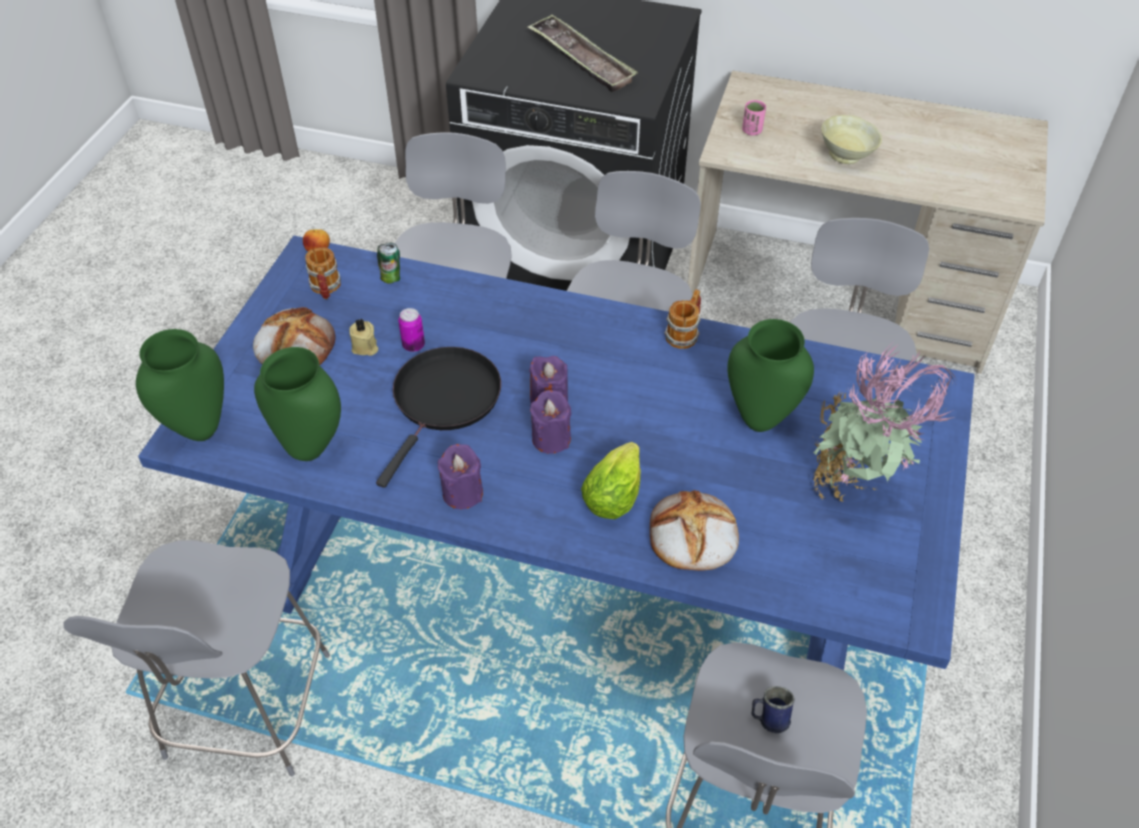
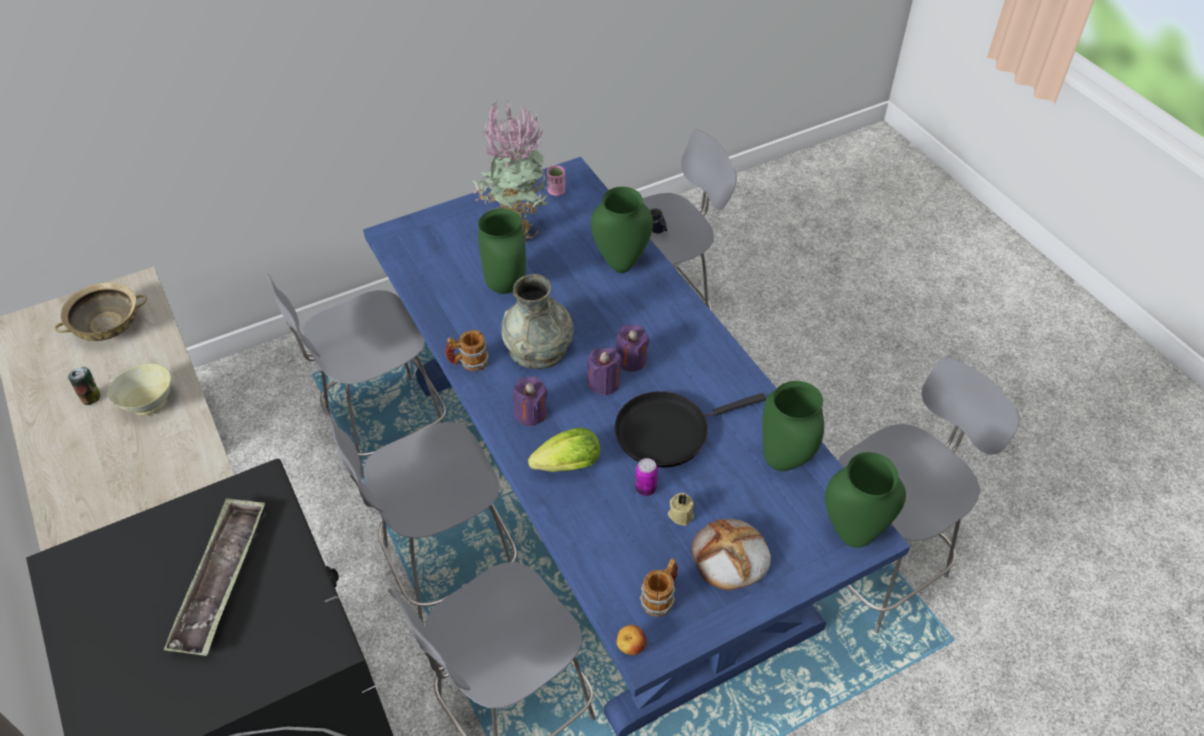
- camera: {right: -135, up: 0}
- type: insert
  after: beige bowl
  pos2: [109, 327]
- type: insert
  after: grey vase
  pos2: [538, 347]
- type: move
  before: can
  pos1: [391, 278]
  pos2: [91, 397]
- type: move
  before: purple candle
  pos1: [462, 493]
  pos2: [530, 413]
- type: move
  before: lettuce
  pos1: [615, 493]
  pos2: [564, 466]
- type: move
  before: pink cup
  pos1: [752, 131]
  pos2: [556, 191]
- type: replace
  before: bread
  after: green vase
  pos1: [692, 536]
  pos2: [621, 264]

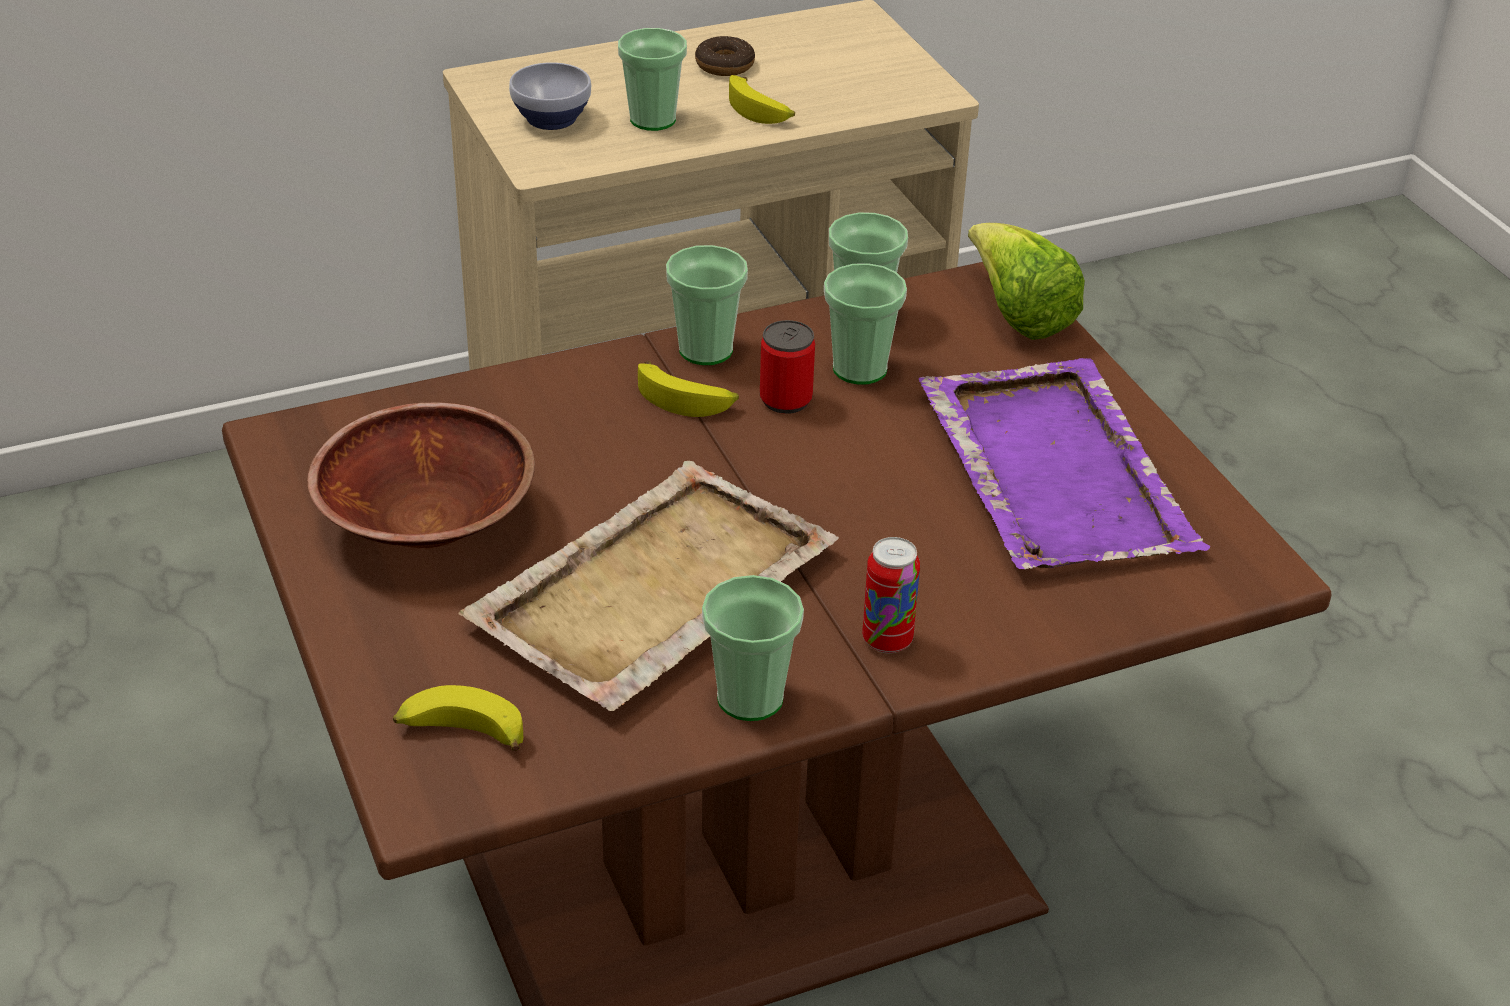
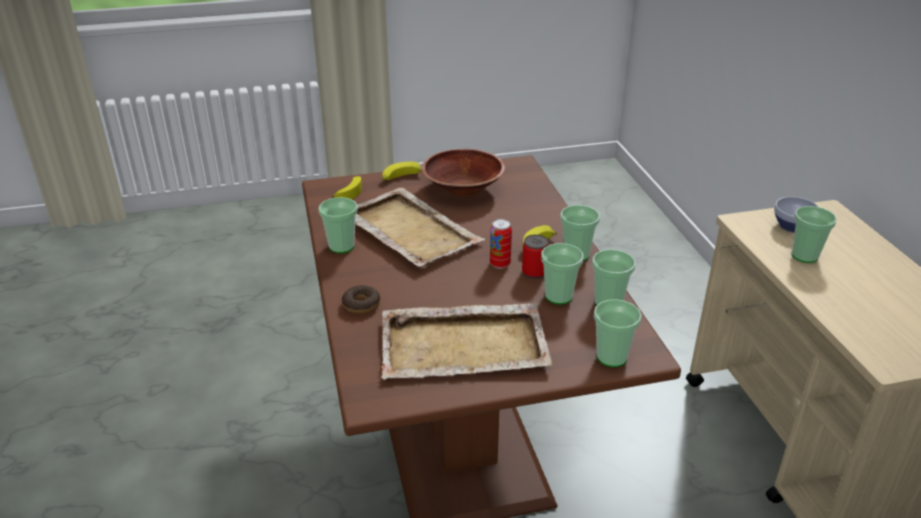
- camera: {right: 100, up: -5}
- type: move
  before: donut
  pos1: [724, 65]
  pos2: [361, 304]
- type: move
  before: banana
  pos1: [760, 110]
  pos2: [400, 178]
- type: move
  before: can
  pos1: [887, 640]
  pos2: [500, 264]
- type: replace
  before: lettuce
  after: cup
  pos1: [1018, 314]
  pos2: [611, 357]
- type: recolor
  before: purple tray
  after: beige tray
  pos1: [1054, 470]
  pos2: [465, 345]

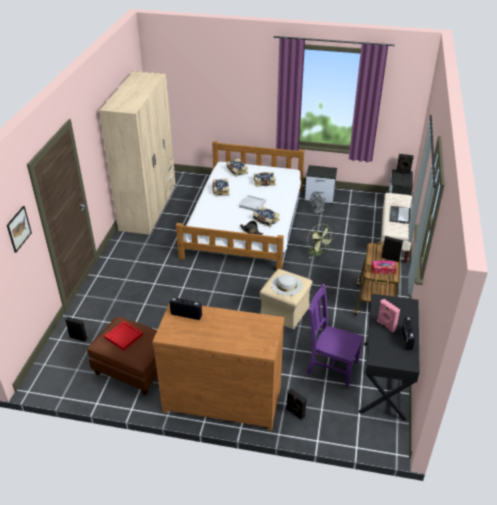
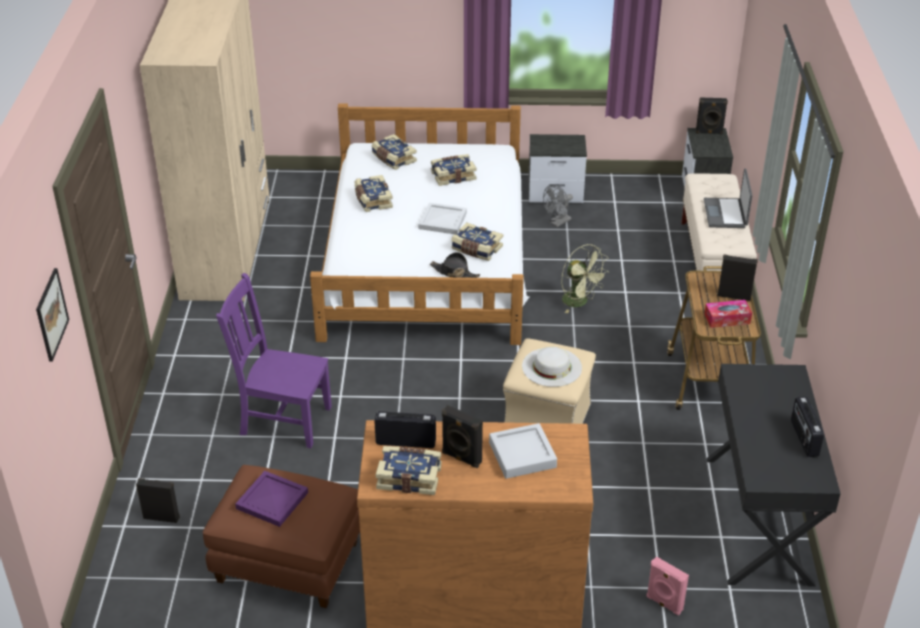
- camera: {right: -10, up: 0}
- type: insert
  after: book
  pos2: [409, 477]
- type: insert
  after: grey tray
  pos2: [522, 455]
- type: move
  before: black speaker
  pos1: [295, 413]
  pos2: [461, 458]
- type: move
  before: purple chair
  pos1: [330, 366]
  pos2: [282, 419]
- type: move
  before: pink speaker
  pos1: [385, 326]
  pos2: [664, 604]
- type: recolor
  before: red tray
  after: purple tray
  pos1: [124, 336]
  pos2: [273, 500]

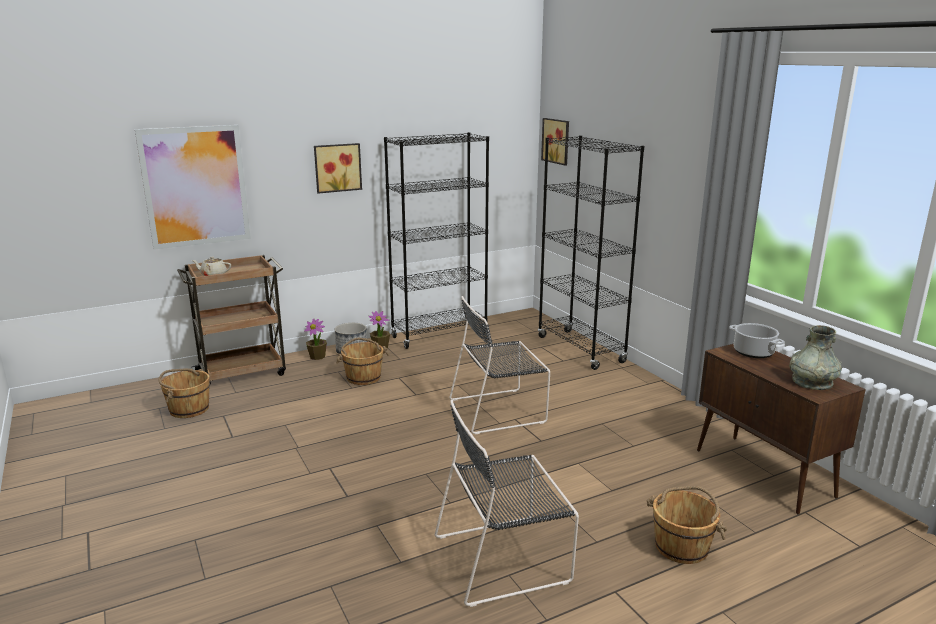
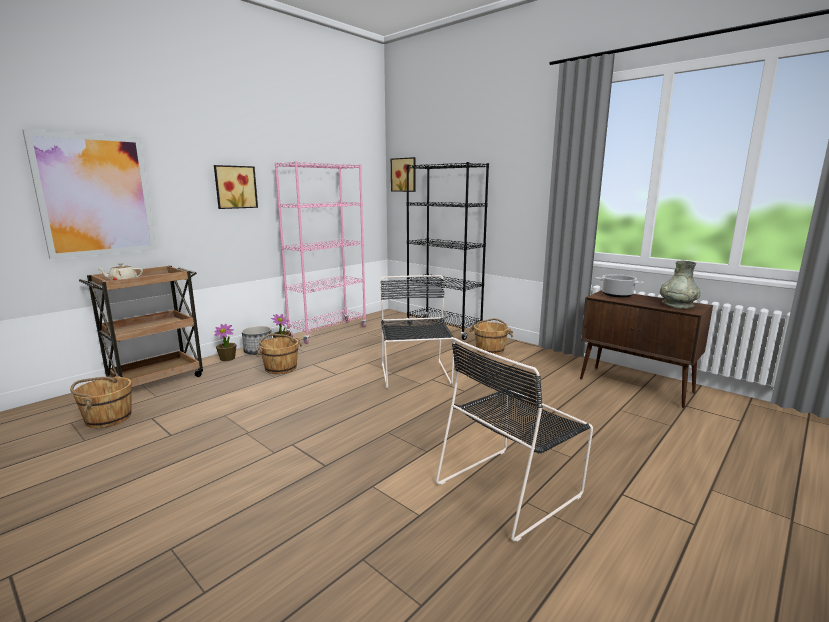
- camera: {right: -20, up: -5}
- type: move
  before: brown bucket
  pos1: [682, 546]
  pos2: [490, 349]
- type: recolor
  before: black bookcase
  after: pink bookcase
  pos1: [439, 335]
  pos2: [328, 332]
- type: rotate
  before: black chair
  pos1: [500, 410]
  pos2: [415, 375]
  turn: 120

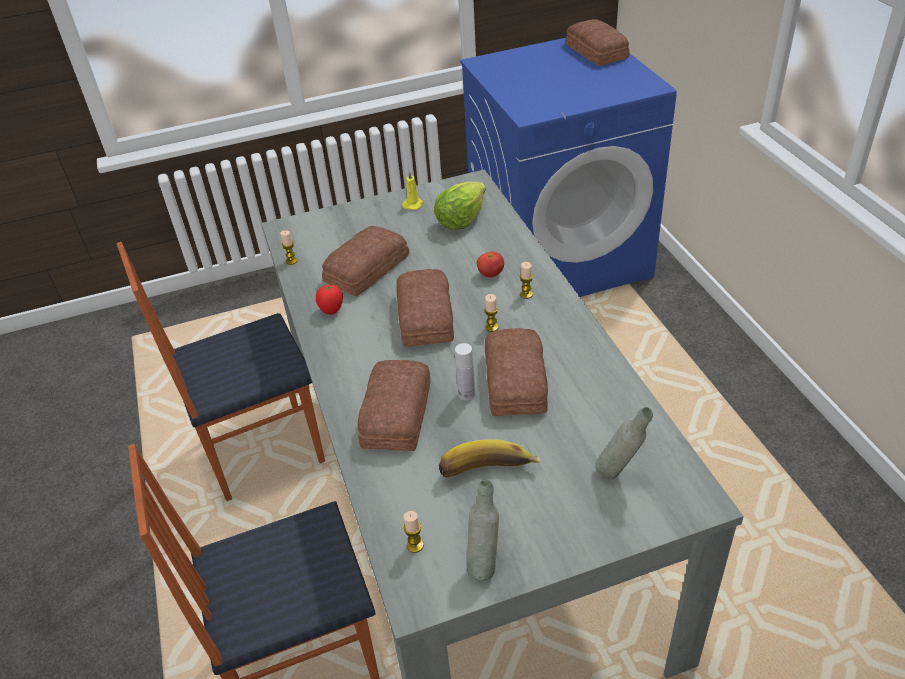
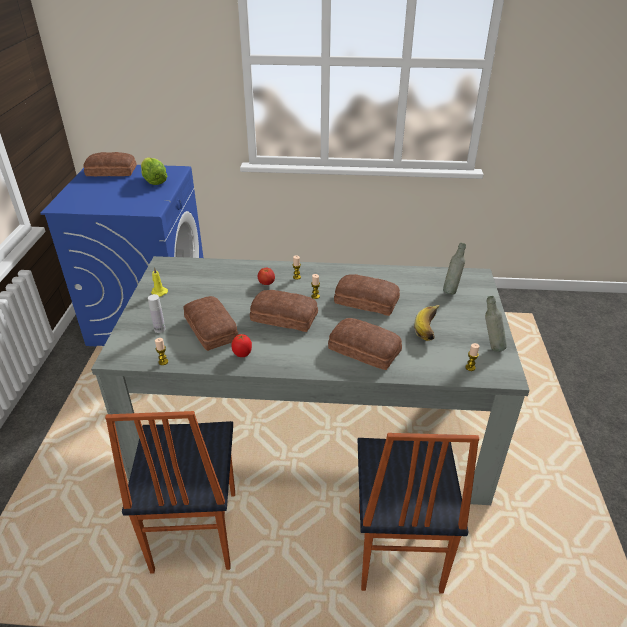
- camera: {right: -70, up: -5}
- type: move
  before: lettuce
  pos1: [461, 220]
  pos2: [154, 181]
- type: move
  before: white bottle
  pos1: [466, 394]
  pos2: [159, 329]

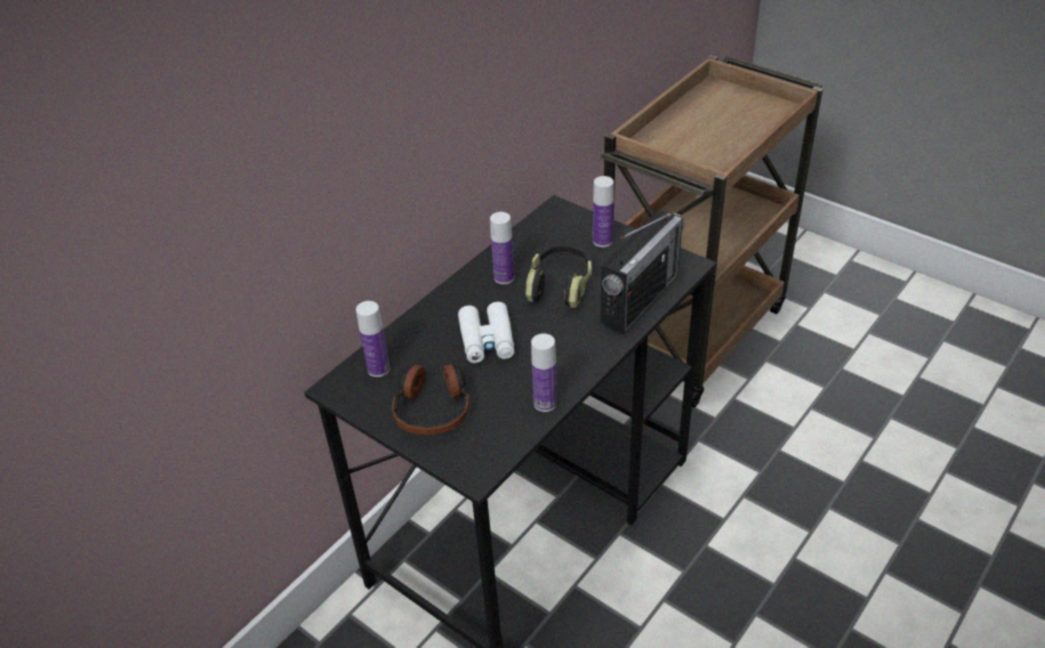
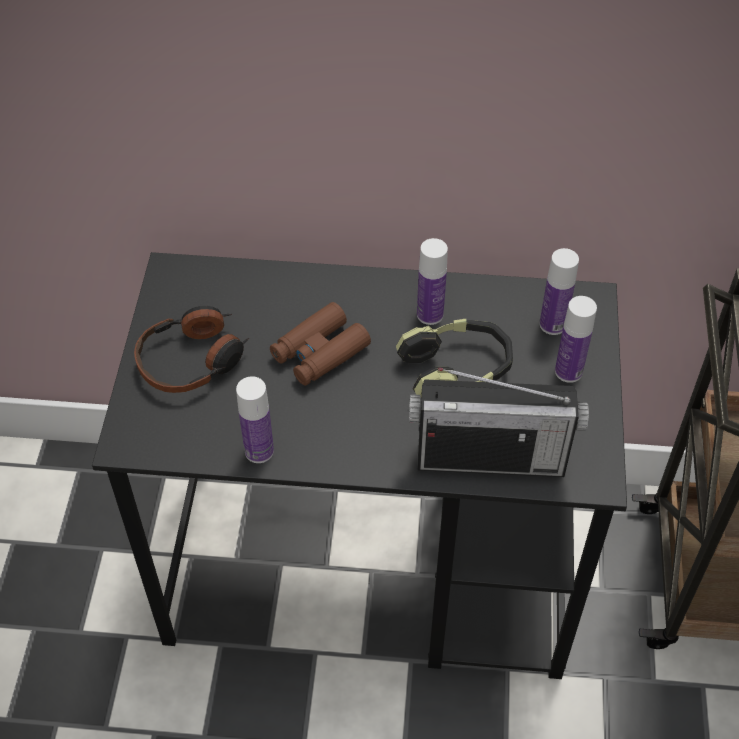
- camera: {right: 55, up: 10}
- type: move
  before: bottle
  pos1: [378, 369]
  pos2: [552, 324]
- type: recolor
  before: white binoculars
  after: brown binoculars
  pos1: [487, 340]
  pos2: [319, 352]

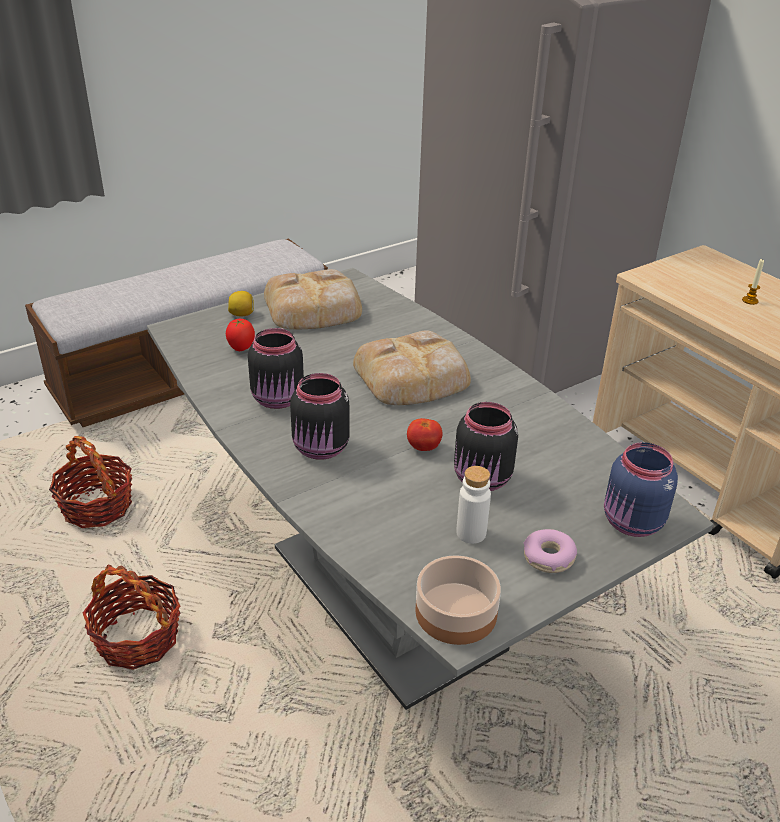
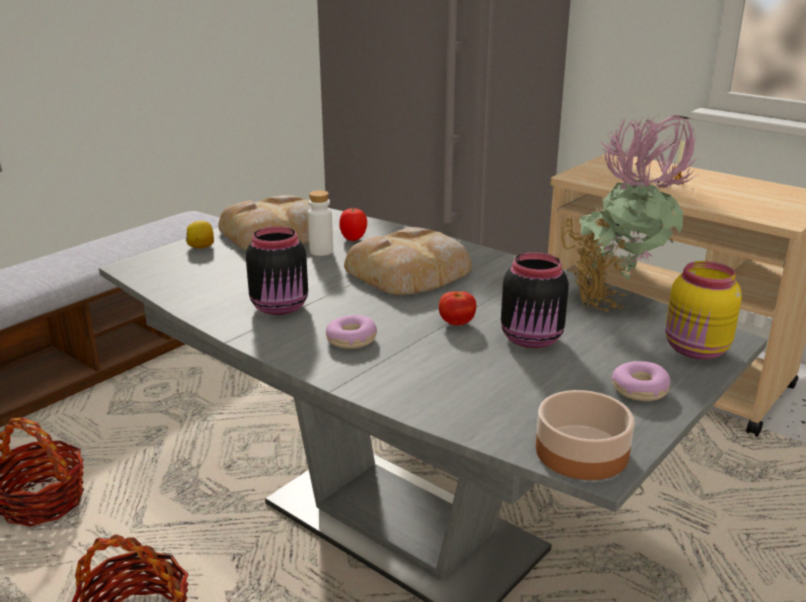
- camera: {right: -15, up: -10}
- type: insert
  after: potted plant
  pos2: [616, 302]
- type: move
  before: tomato
  pos1: [241, 349]
  pos2: [353, 239]
- type: move
  before: white bottle
  pos1: [471, 533]
  pos2: [321, 251]
- type: replace
  before: black jar
  after: donut
  pos1: [321, 449]
  pos2: [351, 340]
- type: recolor
  before: blue jar
  after: yellow jar
  pos1: [632, 523]
  pos2: [696, 350]

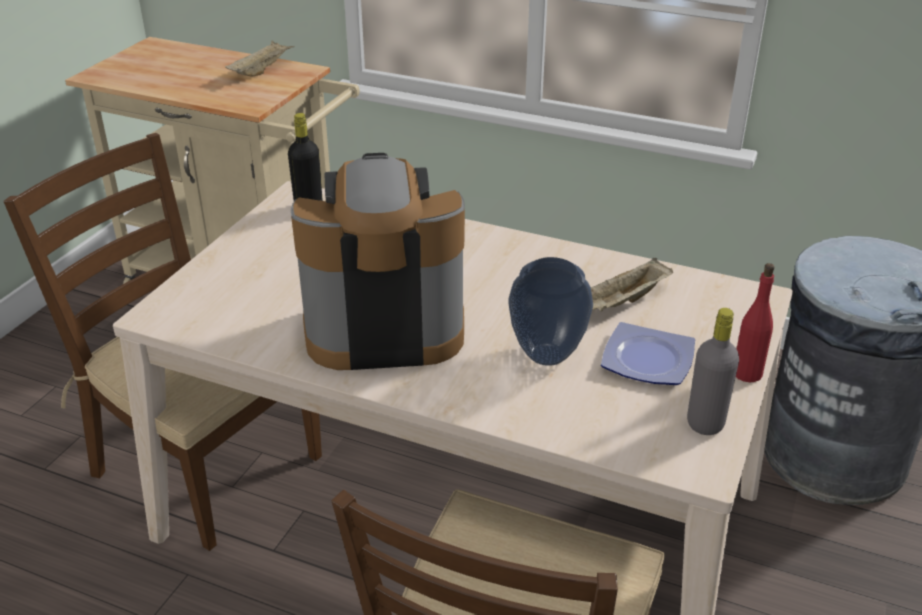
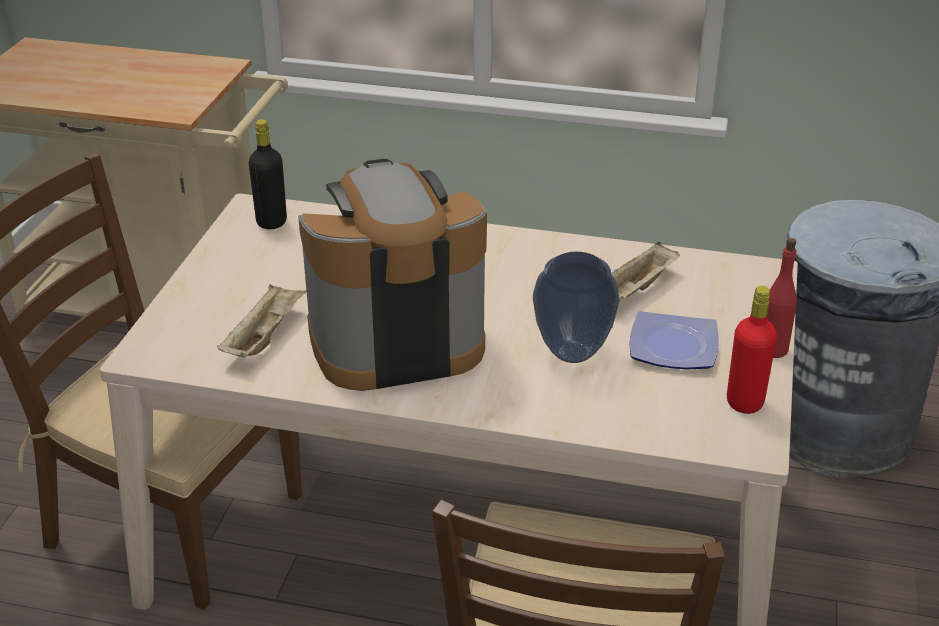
- camera: {right: -10, up: 0}
- type: move
  before: beige tray
  pos1: [261, 70]
  pos2: [264, 336]
- type: recolor
  before: grey bottle
  after: red bottle
  pos1: [705, 423]
  pos2: [744, 402]

